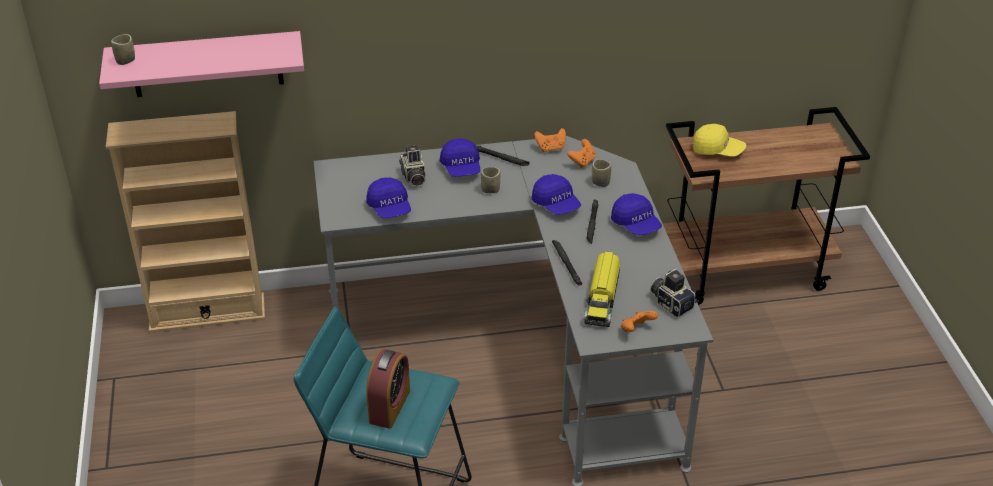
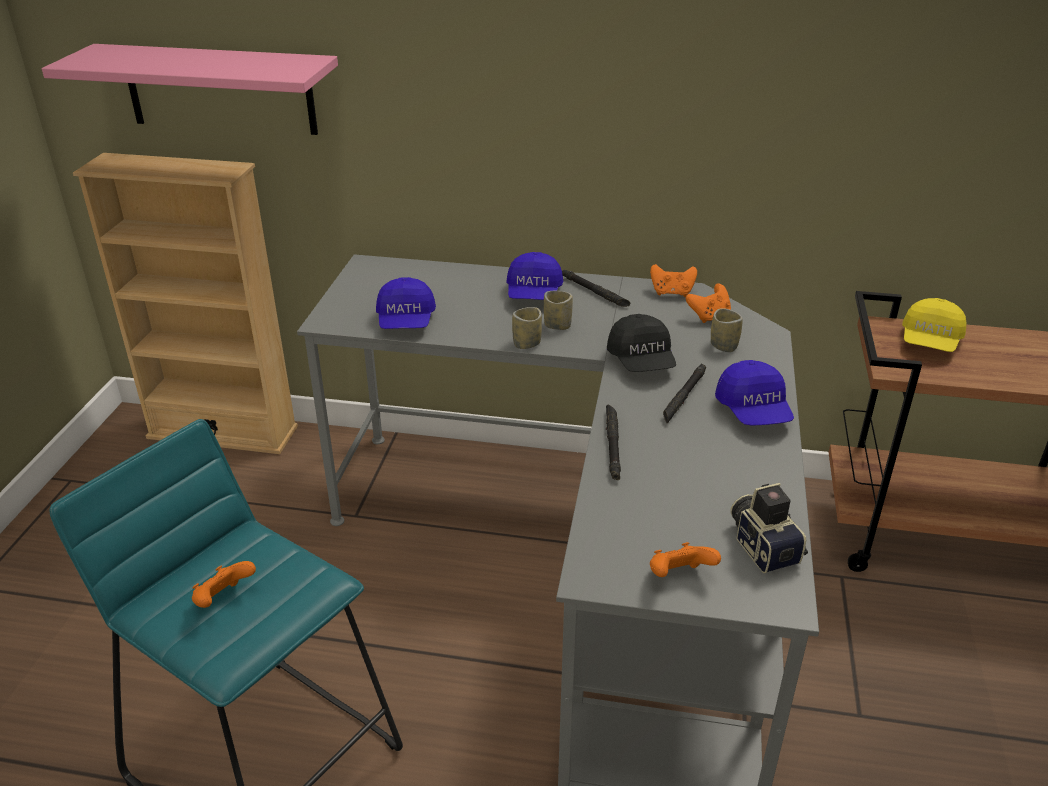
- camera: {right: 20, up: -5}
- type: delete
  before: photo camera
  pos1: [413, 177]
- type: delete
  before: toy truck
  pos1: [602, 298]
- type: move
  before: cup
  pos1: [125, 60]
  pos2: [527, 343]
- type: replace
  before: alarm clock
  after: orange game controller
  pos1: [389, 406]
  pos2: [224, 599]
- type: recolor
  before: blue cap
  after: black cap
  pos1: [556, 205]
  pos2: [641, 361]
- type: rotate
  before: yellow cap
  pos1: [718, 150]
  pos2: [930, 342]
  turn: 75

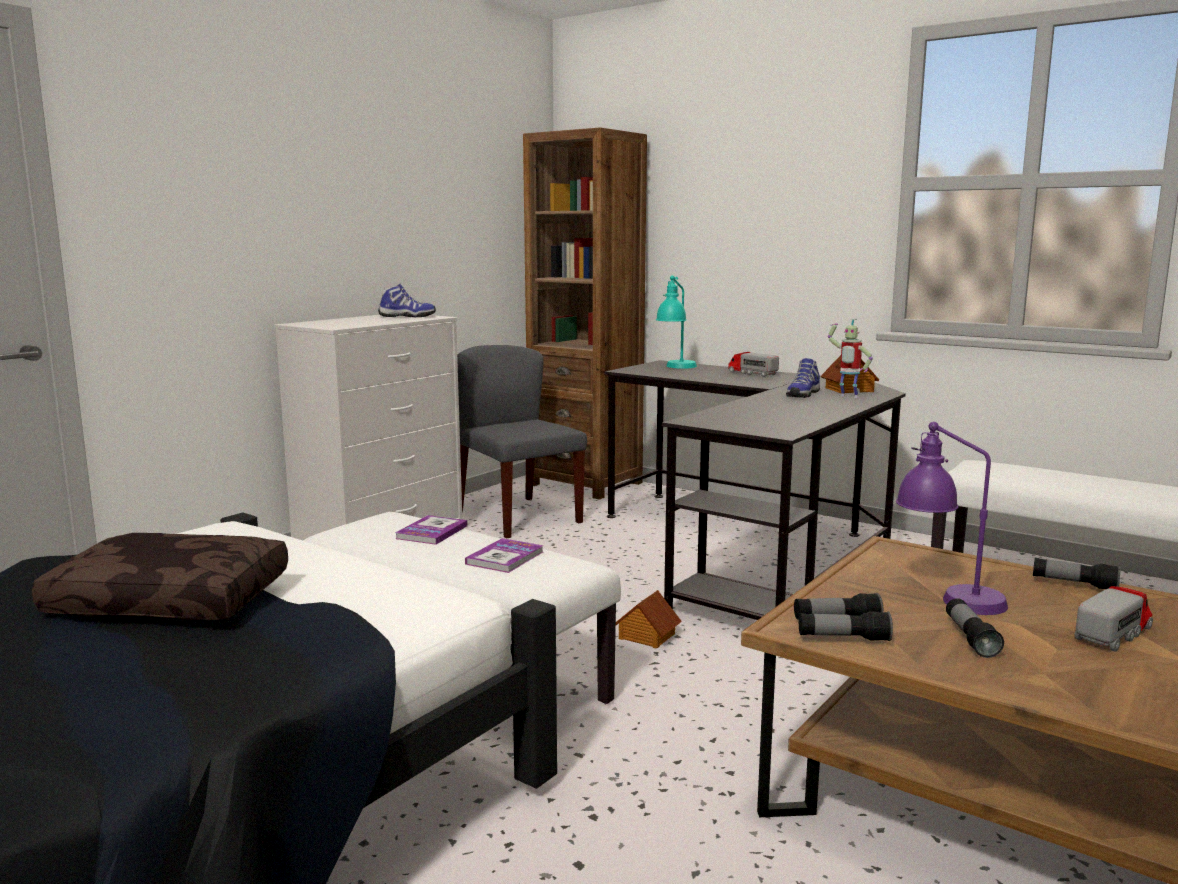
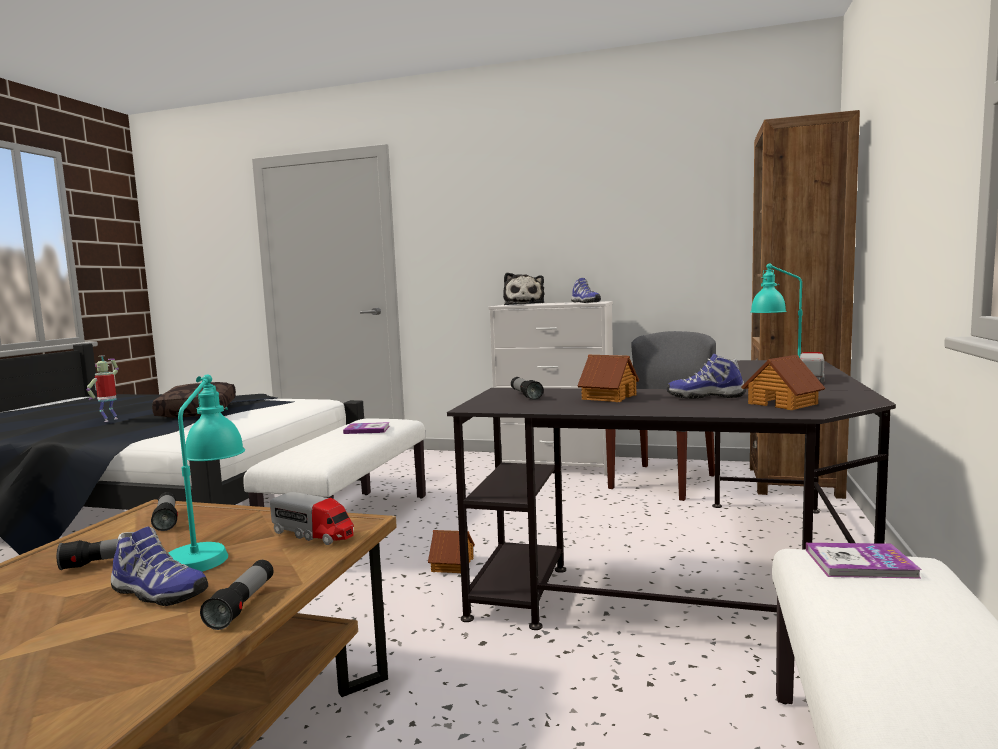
- camera: {right: 70, up: -5}
- type: insert
  after: shoe
  pos2: [157, 594]
- type: insert
  after: plush toy
  pos2: [524, 304]
- type: insert
  after: toy house
  pos2: [608, 397]
- type: move
  before: book
  pos1: [505, 558]
  pos2: [860, 563]
- type: move
  before: flashlight
  pos1: [843, 638]
  pos2: [525, 395]
- type: move
  before: toy robot
  pos1: [847, 397]
  pos2: [109, 420]
- type: move
  before: toy truck
  pos1: [1113, 633]
  pos2: [314, 534]
- type: recolor
  before: purple table lamp
  after: turquoise table lamp
  pos1: [946, 598]
  pos2: [209, 550]

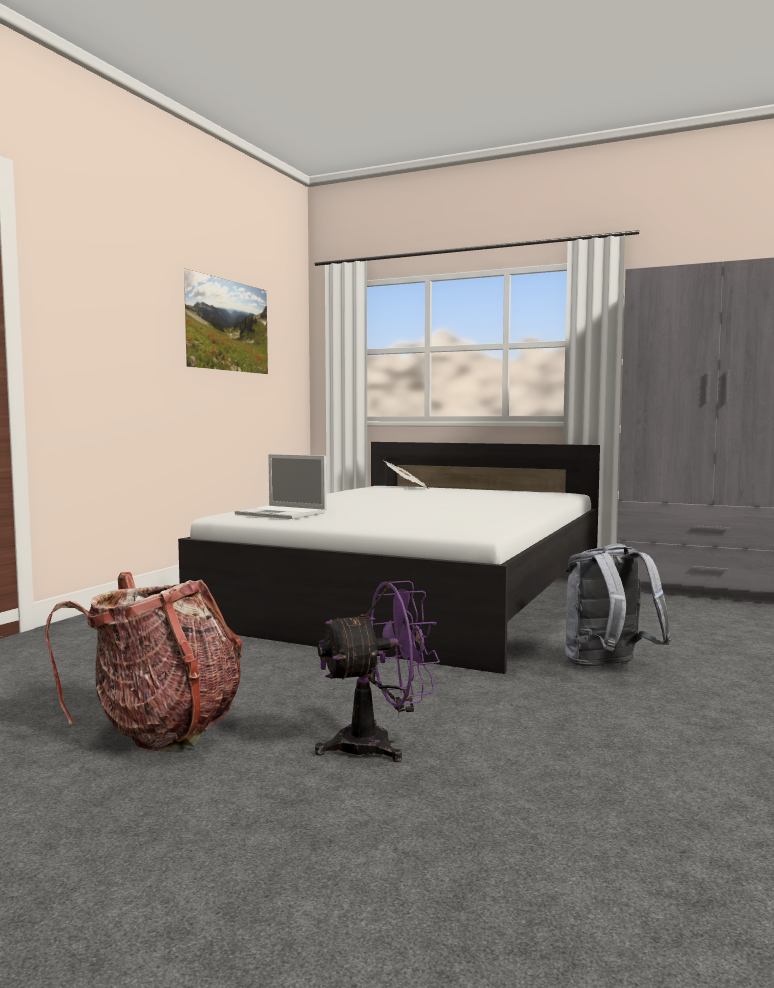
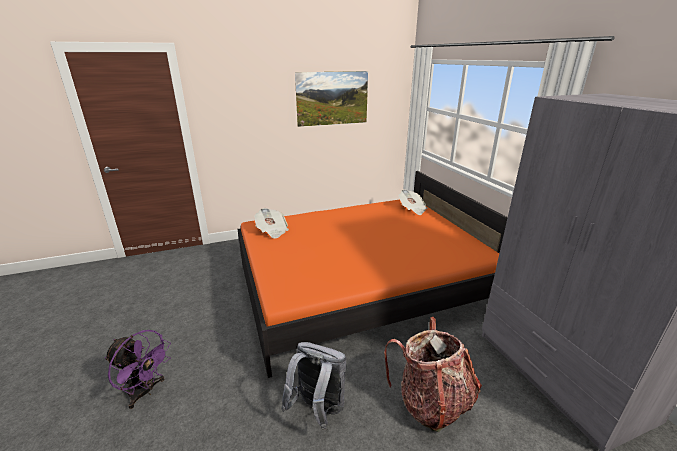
- camera: {right: 45, up: 20}
- type: move
  before: backpack
  pos1: [162, 728]
  pos2: [431, 402]
- type: replace
  before: laptop
  after: newspaper
  pos1: [282, 513]
  pos2: [272, 231]
- type: recolor
  before: white bed
  after: orange bed
  pos1: [418, 597]
  pos2: [360, 285]

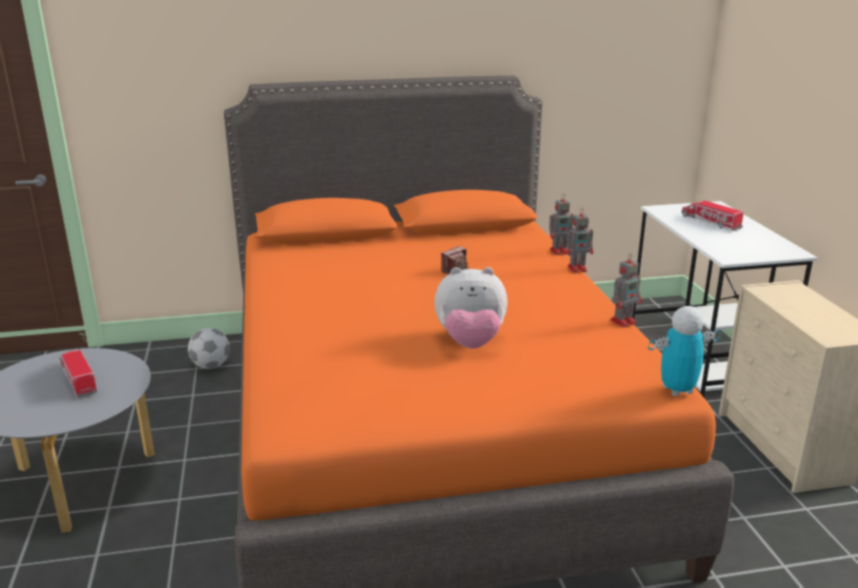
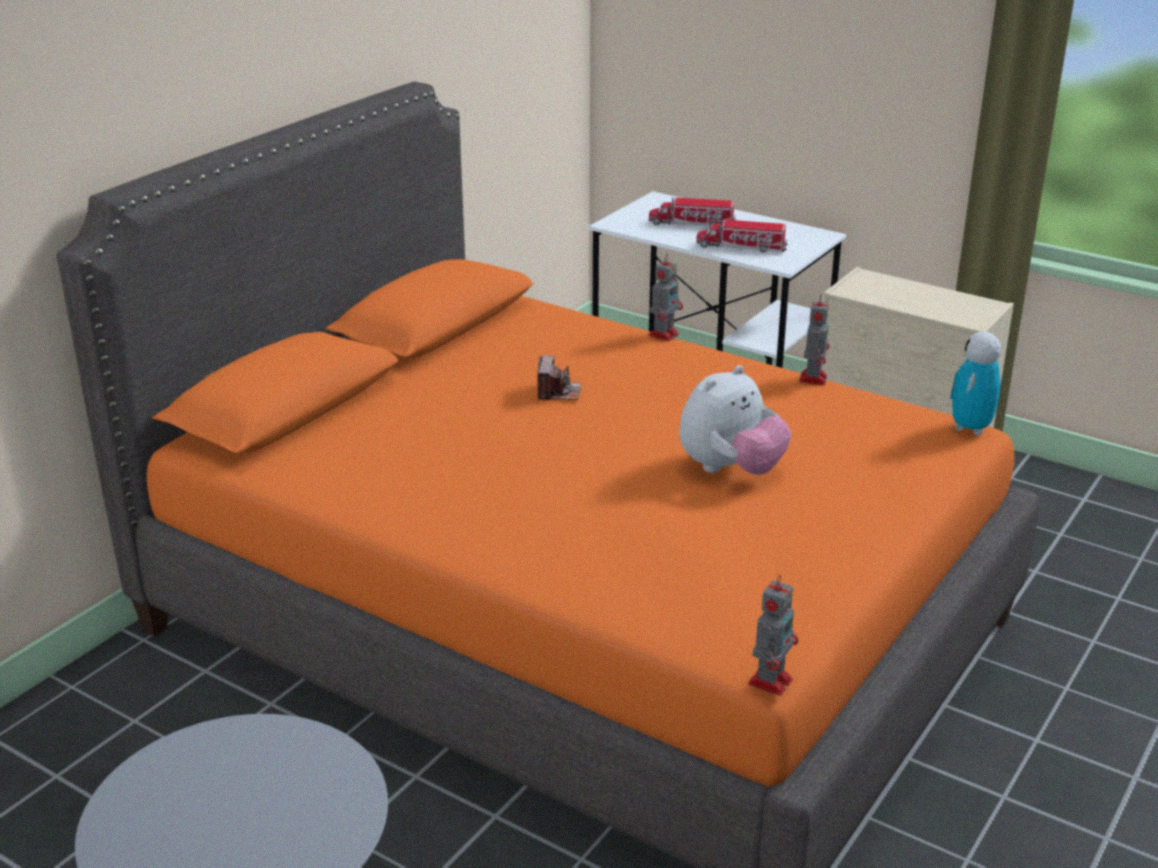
- camera: {right: -45, up: 5}
- type: delete
  before: football
  pos1: [211, 366]
- type: move
  before: toy truck
  pos1: [78, 379]
  pos2: [741, 247]
- type: move
  before: toy robot
  pos1: [560, 251]
  pos2: [771, 680]

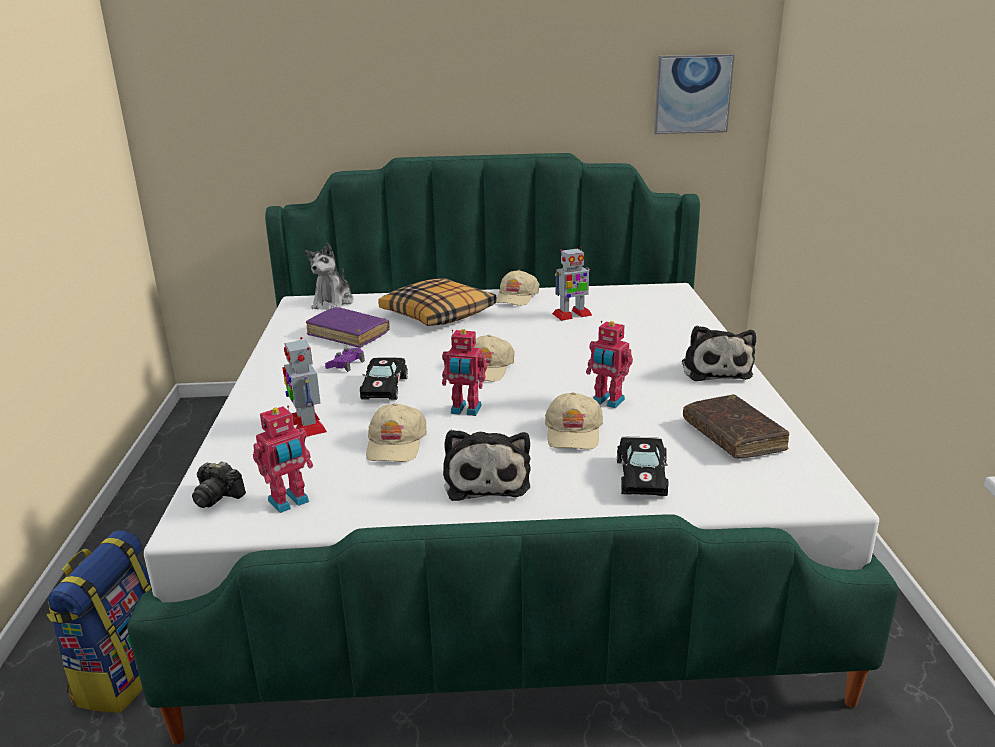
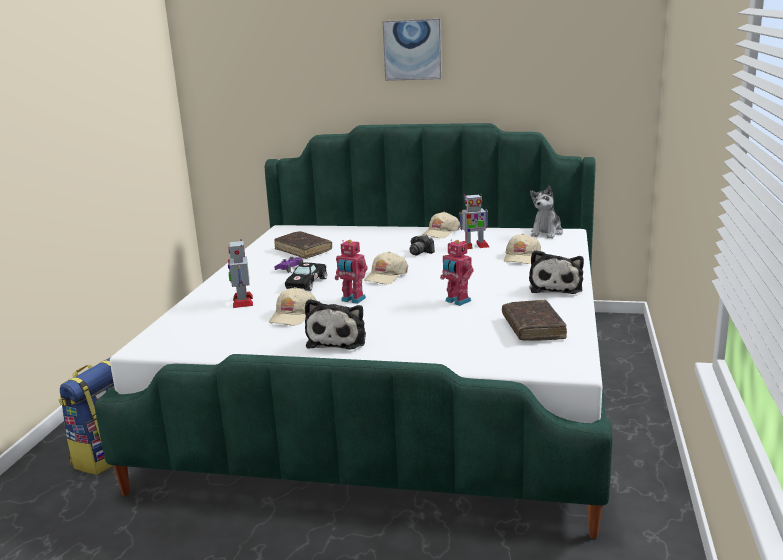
- camera: {right: 15, up: -5}
- type: delete
  before: toy robot
  pos1: [289, 502]
- type: delete
  before: pillow
  pos1: [438, 315]
- type: delete
  before: black toy car
  pos1: [642, 476]
- type: move
  before: photo camera
  pos1: [217, 496]
  pos2: [420, 252]
- type: move
  before: plush toy
  pos1: [333, 302]
  pos2: [546, 233]
- type: move
  before: beige cap
  pos1: [573, 432]
  pos2: [521, 257]
- type: move
  before: picture
  pos1: [692, 94]
  pos2: [412, 50]
- type: recolor
  before: purple book
  after: brown book
  pos1: [348, 334]
  pos2: [303, 250]

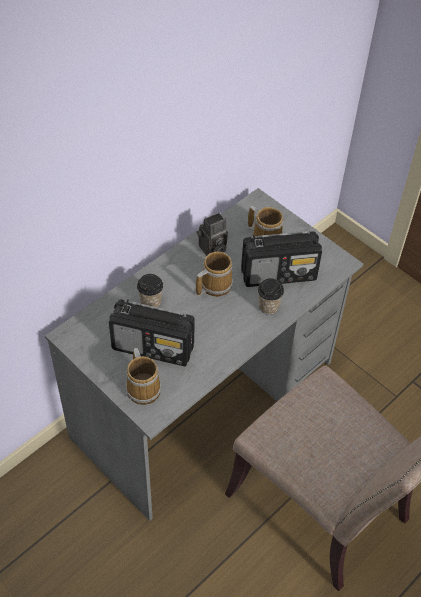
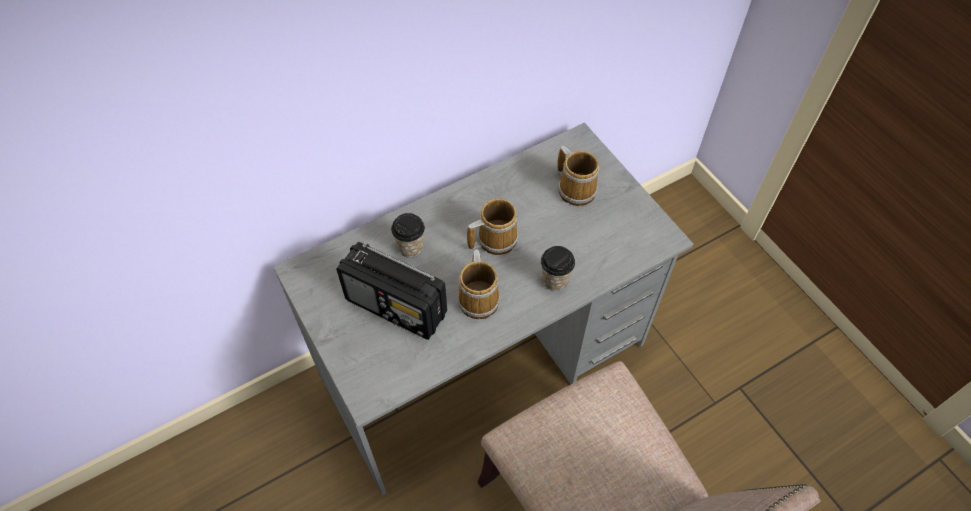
- camera: {right: 15, up: 5}
- type: delete
  before: photo camera
  pos1: [212, 250]
- type: delete
  before: radio
  pos1: [279, 274]
- type: move
  before: mug
  pos1: [144, 387]
  pos2: [480, 298]

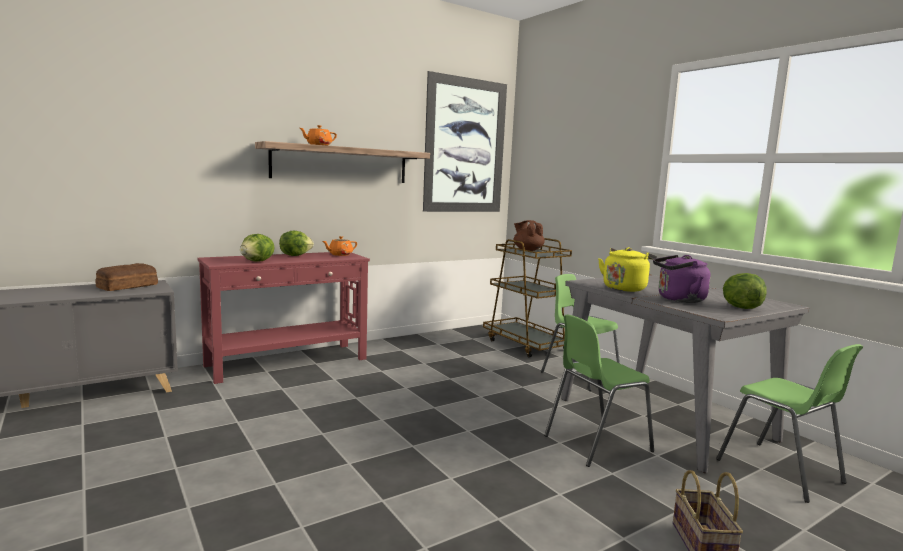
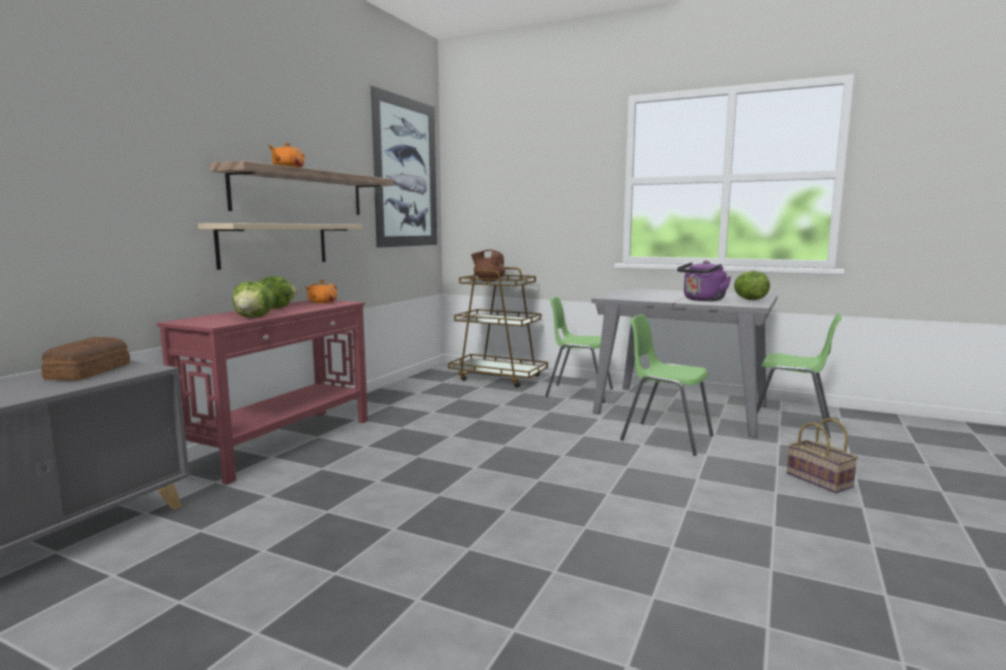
- camera: {right: -30, up: 0}
- type: delete
  before: yellow kettle
  pos1: [625, 288]
- type: insert
  after: beige shelf
  pos2: [274, 244]
- type: rotate
  before: green chair
  pos1: [595, 443]
  pos2: [665, 438]
  turn: 90

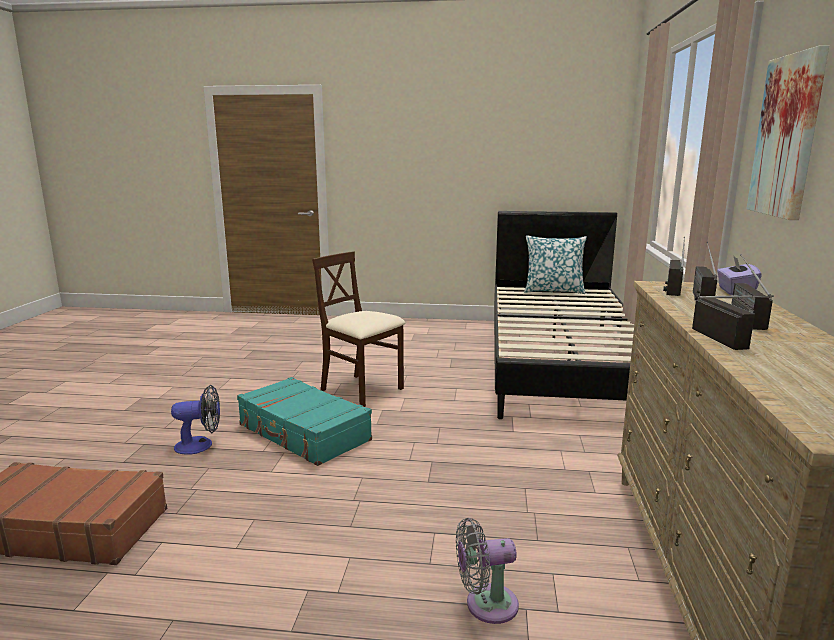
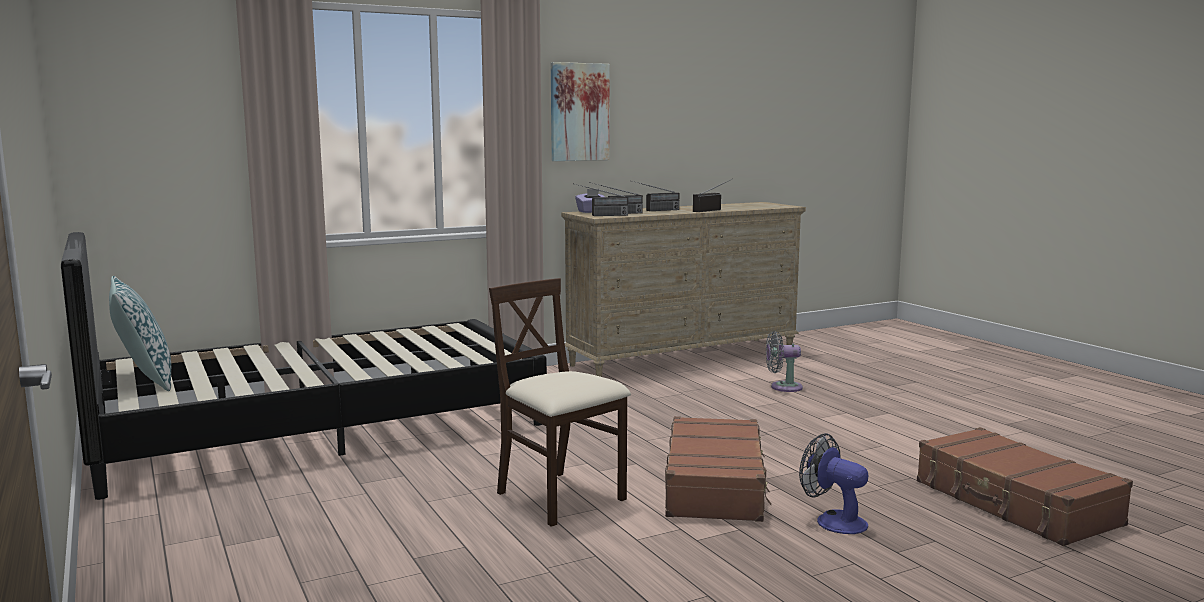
- camera: {right: -125, up: -5}
- type: recolor
  before: turquoise suitcase
  after: brown suitcase
  pos1: [303, 433]
  pos2: [715, 485]
- type: rotate
  before: beige chair
  pos1: [362, 390]
  pos2: [560, 497]
  turn: 135
- type: rotate
  before: grey fan
  pos1: [486, 605]
  pos2: [782, 387]
  turn: 135

